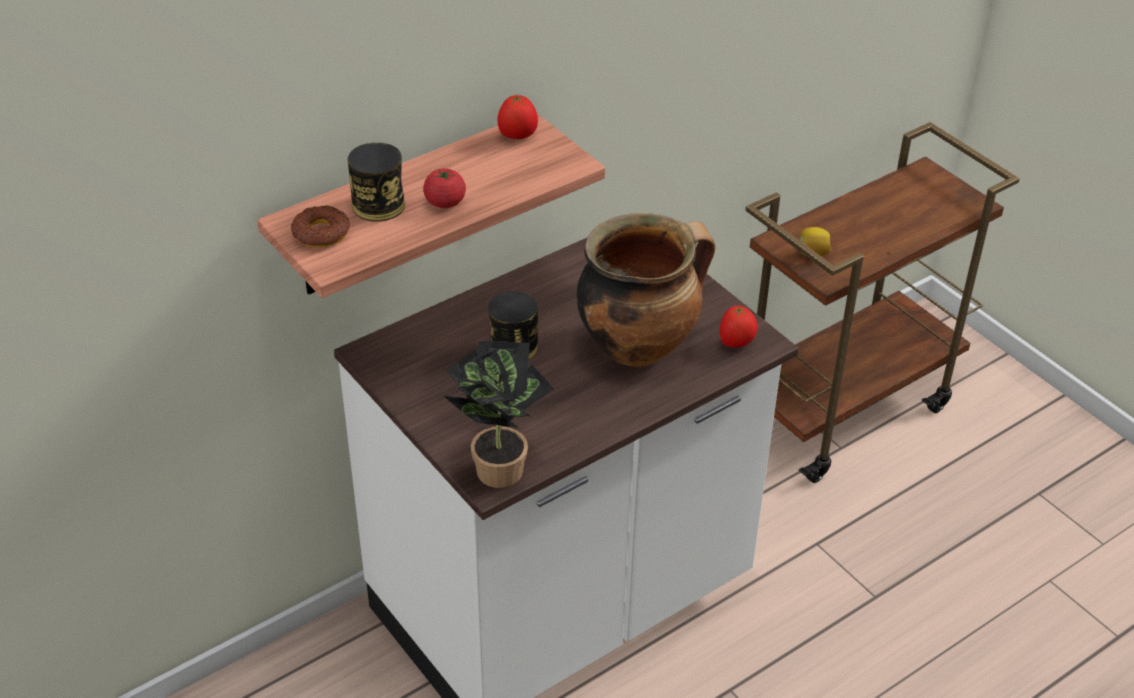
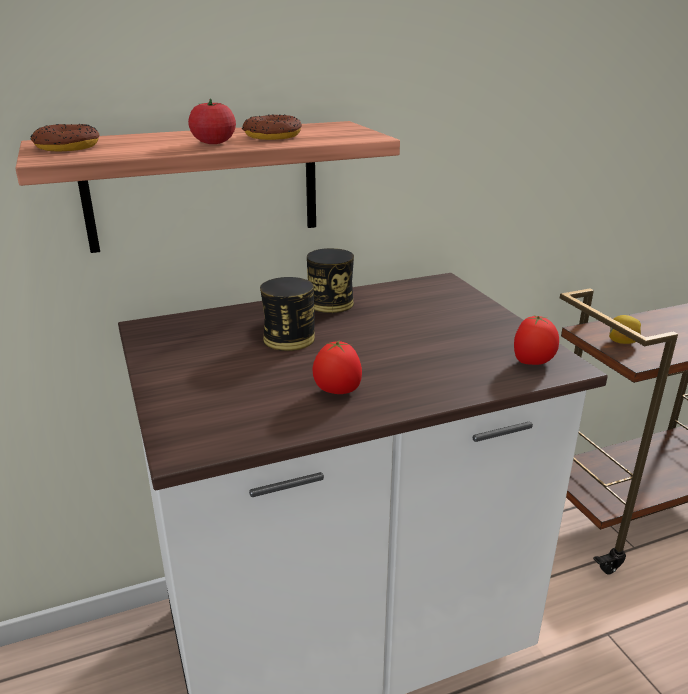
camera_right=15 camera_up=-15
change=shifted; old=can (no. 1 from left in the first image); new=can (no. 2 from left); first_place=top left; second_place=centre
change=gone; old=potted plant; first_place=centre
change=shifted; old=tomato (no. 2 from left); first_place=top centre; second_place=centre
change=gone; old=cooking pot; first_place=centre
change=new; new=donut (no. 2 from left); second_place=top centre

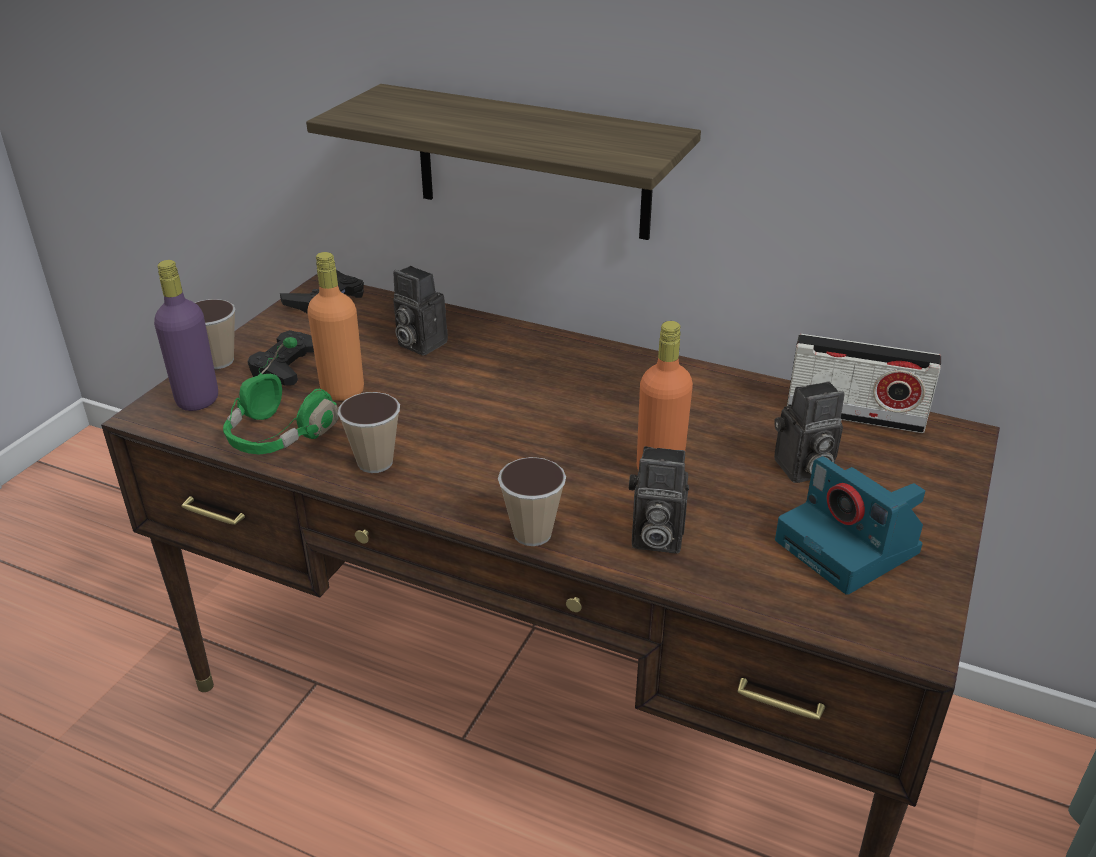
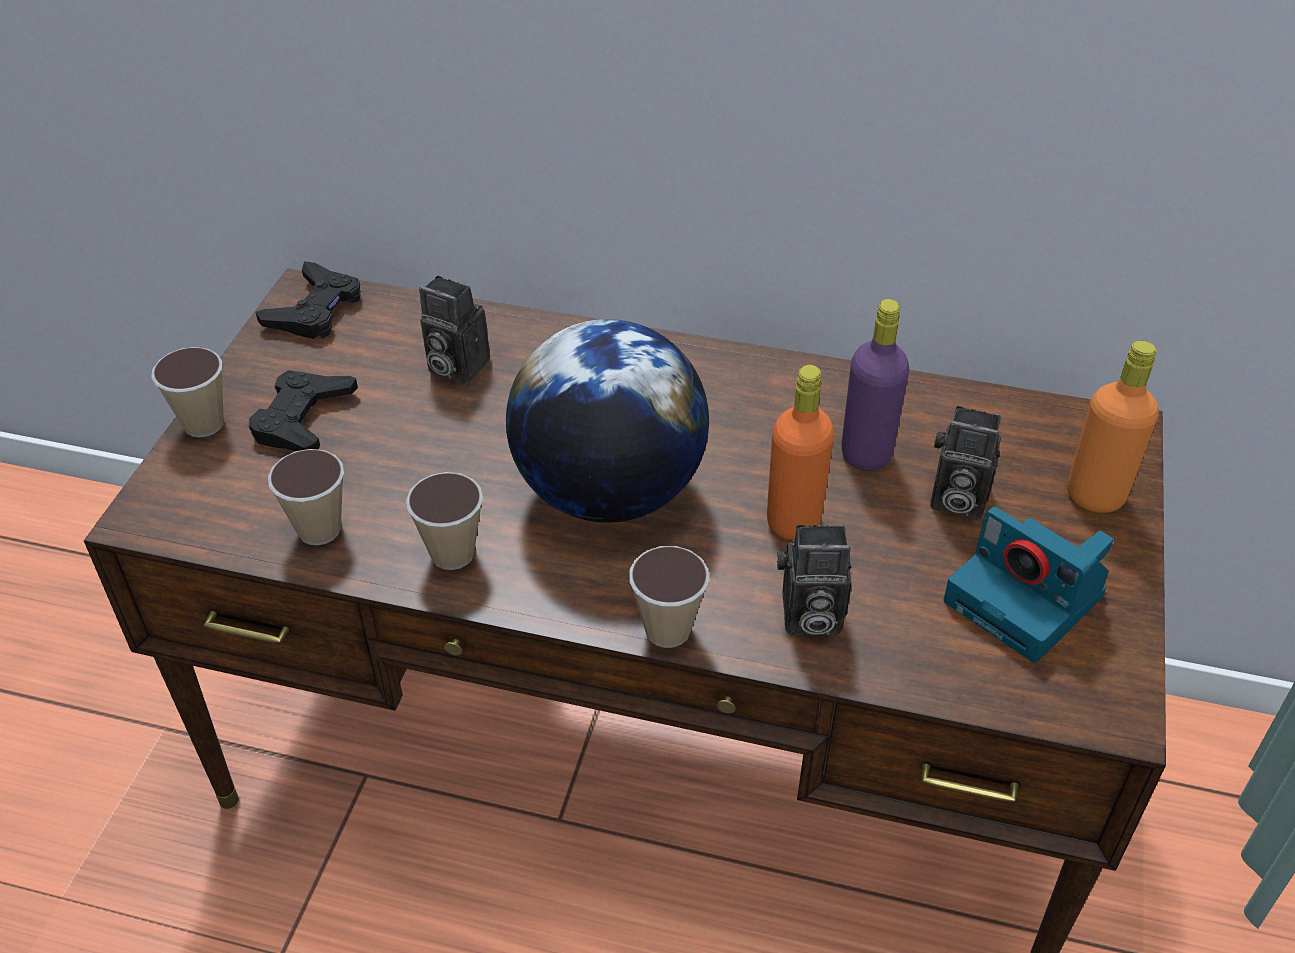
camera_right=-10 camera_up=10
change=shifted; old=purple bottle; first_place=middle left; second_place=middle right
change=swapped; old=green headphones; new=cup (no. 2 from left); first_place=middle left; second_place=middle left
change=gone; old=shelf; first_place=top centre
change=shifted; old=orange bottle (no. 1 from left in the first image); new=orange bottle (no. 2 from left); first_place=middle left; second_place=middle right
change=rotated; old=photo camera (no. 3 from left); first_place=middle right; second_place=middle right; degrees=45
change=gone; old=radio; first_place=middle right
change=new; new=globe; second_place=centre

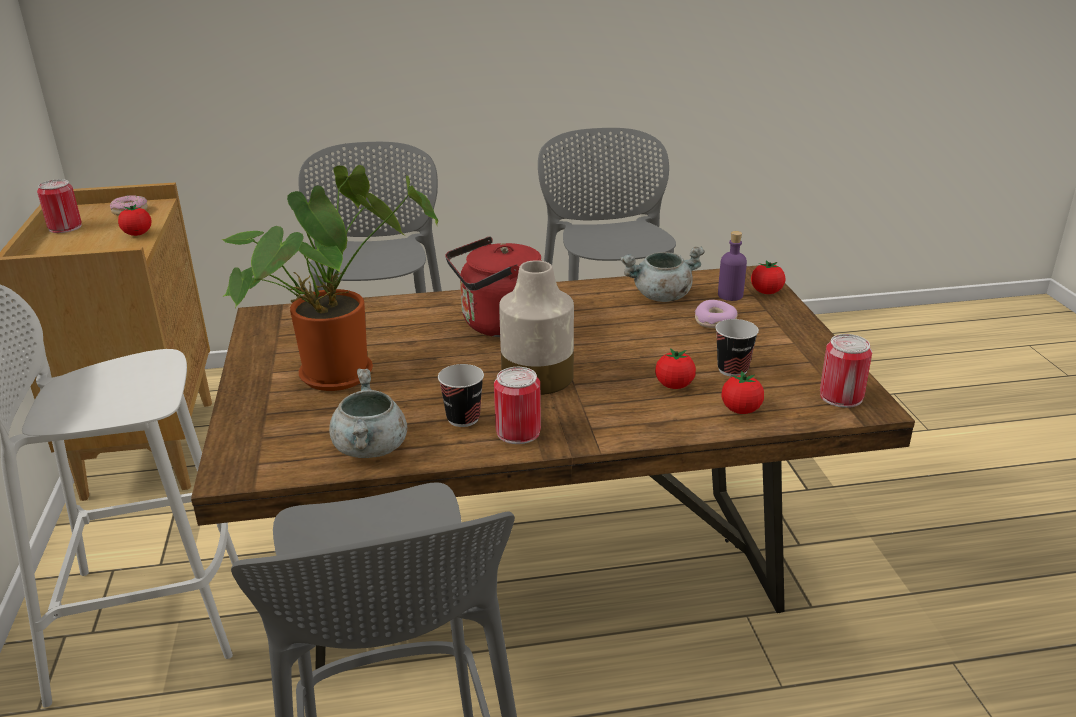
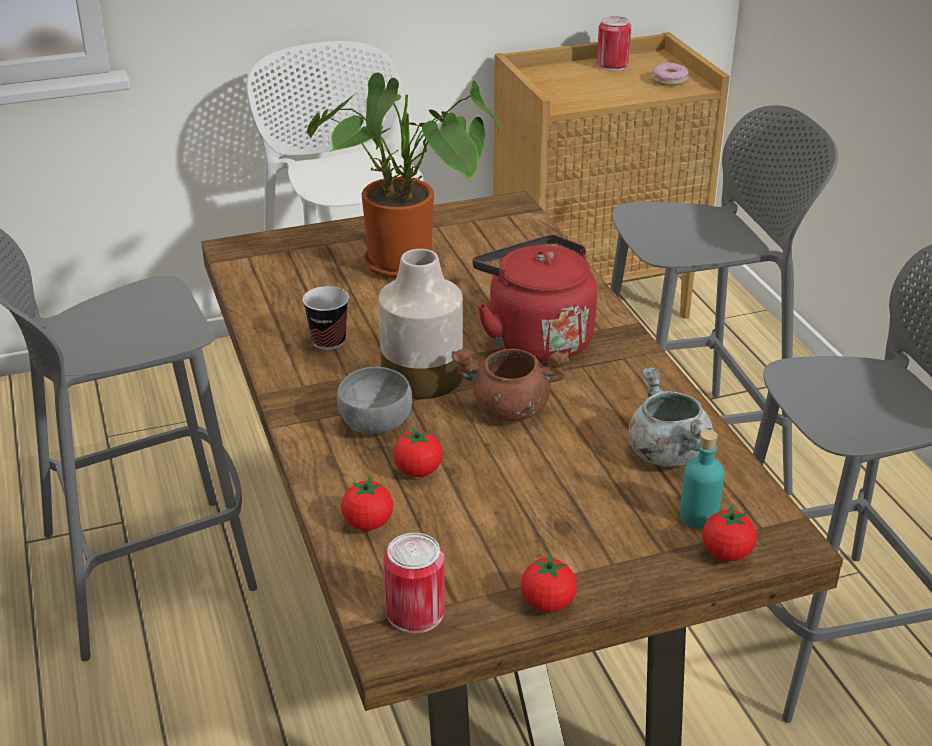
camera_right=80 camera_up=5
change=shifted; old=tomato (no. 1 from left in the first image); new=tomato (no. 3 from left); first_place=top left; second_place=bottom centre
change=gone; old=grey cooking pot (no. 1 from left); first_place=centre
change=gone; old=can (no. 2 from left); first_place=centre
change=gone; old=donut (no. 2 from left); first_place=centre
change=gone; old=cup (no. 2 from left); first_place=middle right
change=repainted; old=purple bottle; new=turquoise bottle; first_place=middle right; second_place=middle right
change=new; new=grey bowl; second_place=centre
change=new; new=brown cooking pot; second_place=centre

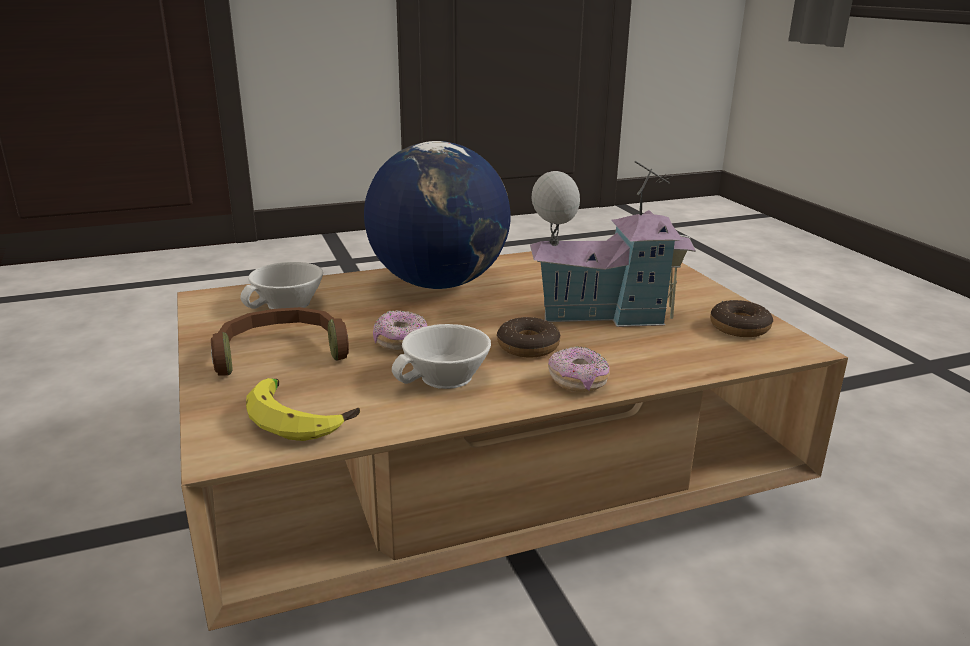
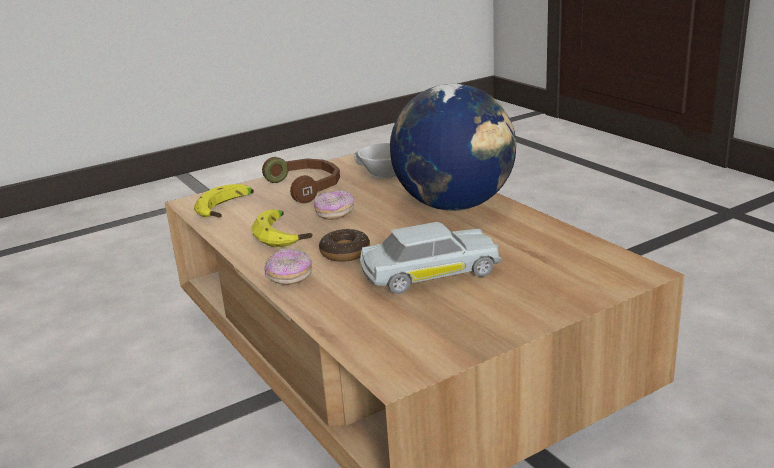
camera_right=80 camera_up=0
change=swapped; old=white cup (no. 2 from left); new=banana (no. 2 from left); first_place=centre; second_place=centre
change=swapped; old=toy house; new=white toy car; first_place=centre; second_place=centre
change=gone; old=donut (no. 4 from left); first_place=middle right

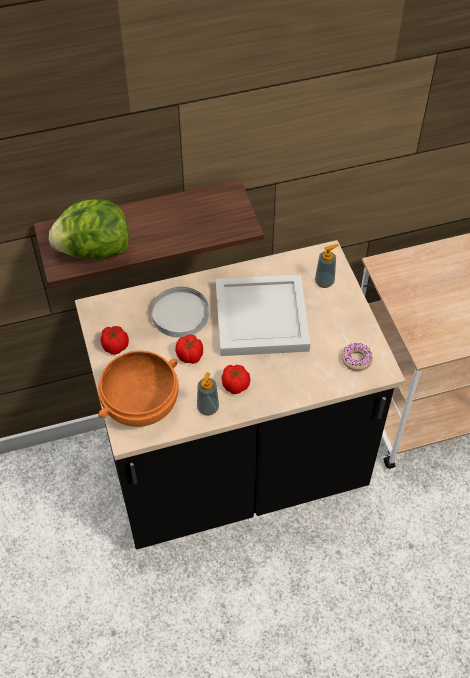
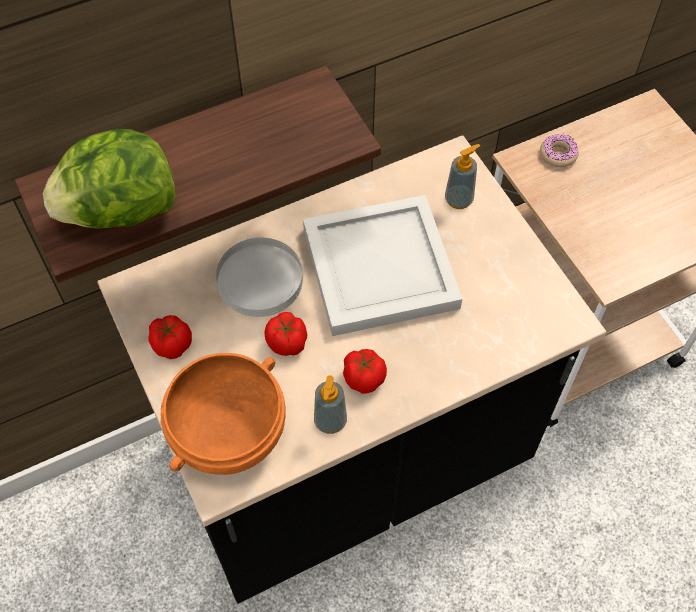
camera_right=-10 camera_up=5
change=shifted; old=donut; first_place=middle right; second_place=top right

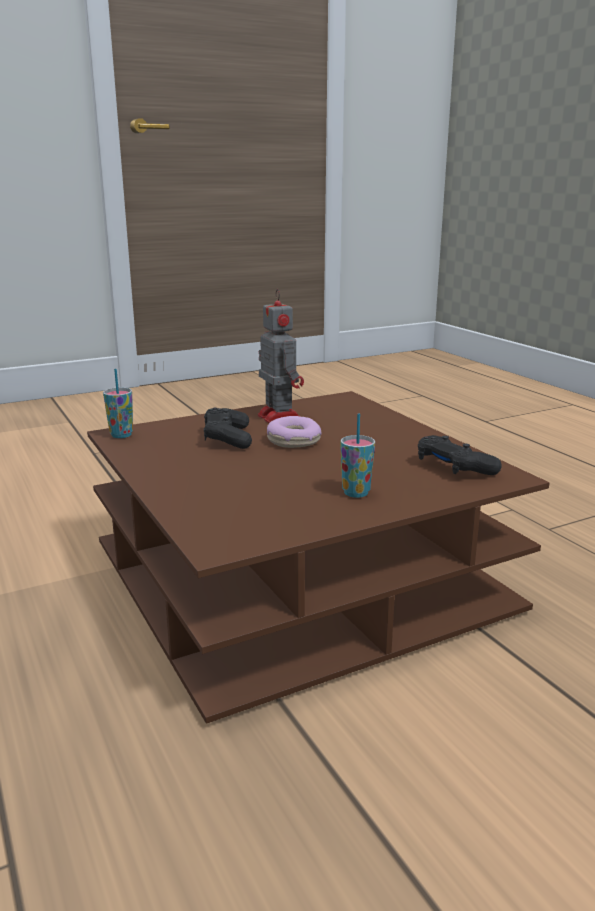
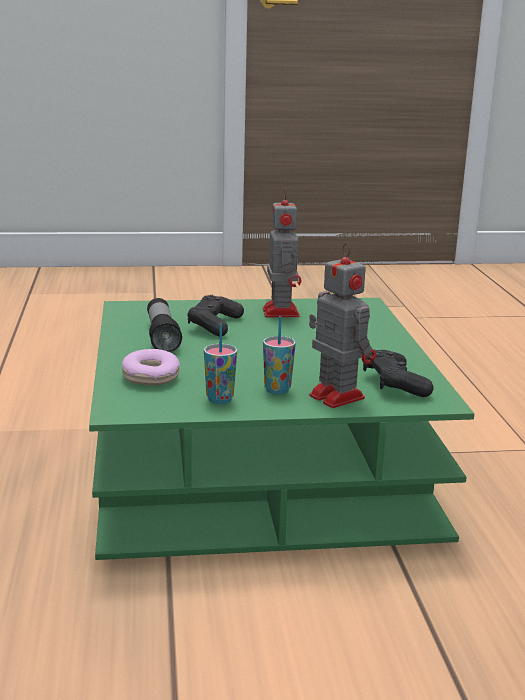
camera_right=20 camera_up=0
change=repainted; old=brown coffee table; new=green coffee table; first_place=centre; second_place=centre
change=shifted; old=cup (no. 1 from left); first_place=middle left; second_place=centre
change=shifted; old=donut; first_place=centre; second_place=middle left
change=new; new=flashlight; second_place=middle left
change=new; new=toy robot (no. 2 from left); second_place=centre

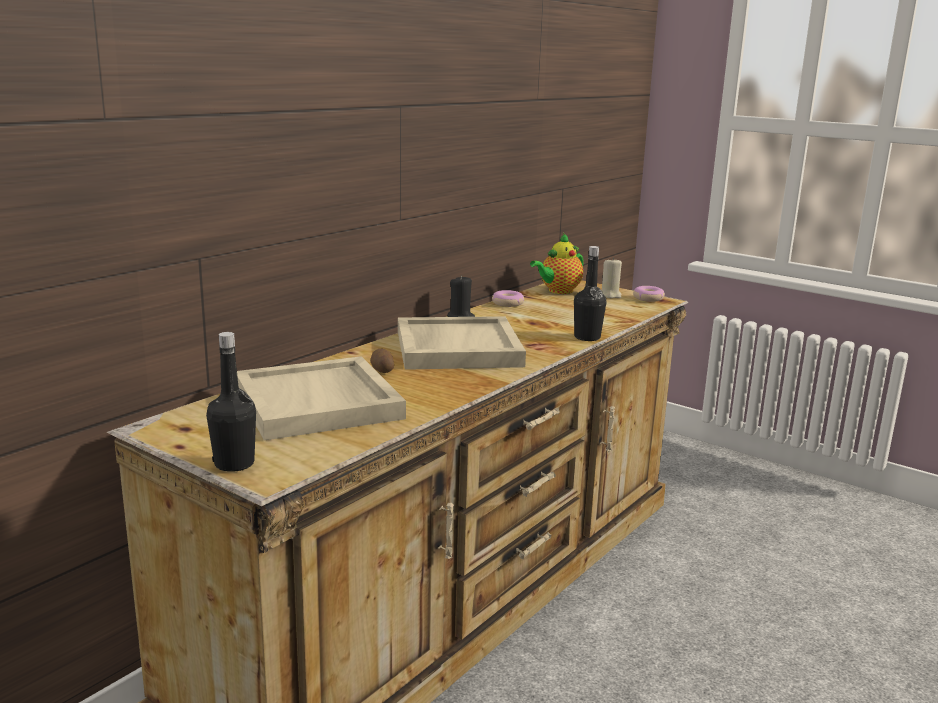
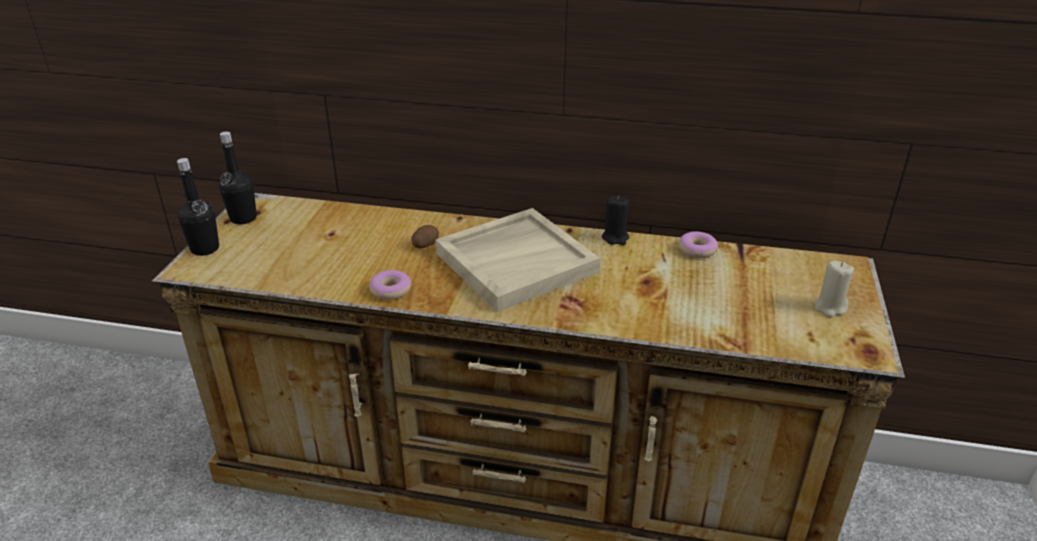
camera_right=65 camera_up=15
change=gone; old=beige tray (no. 1 from left); first_place=centre
change=gone; old=teapot; first_place=centre
change=shifted; old=black bottle (no. 2 from left); first_place=centre; second_place=top left
change=shifted; old=donut (no. 2 from left in the first image); new=donut (no. 1 from left); first_place=middle right; second_place=centre

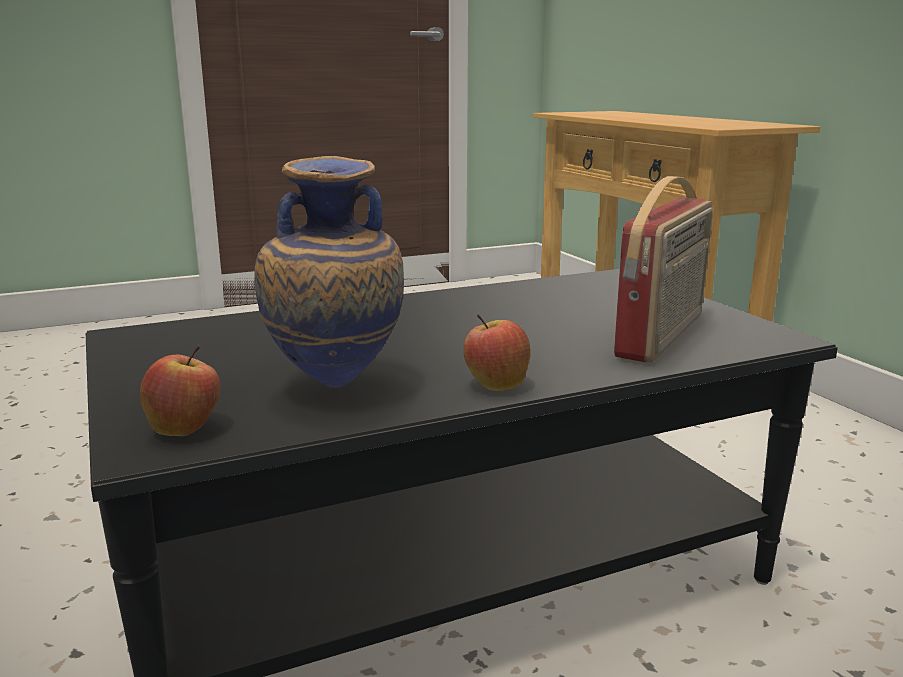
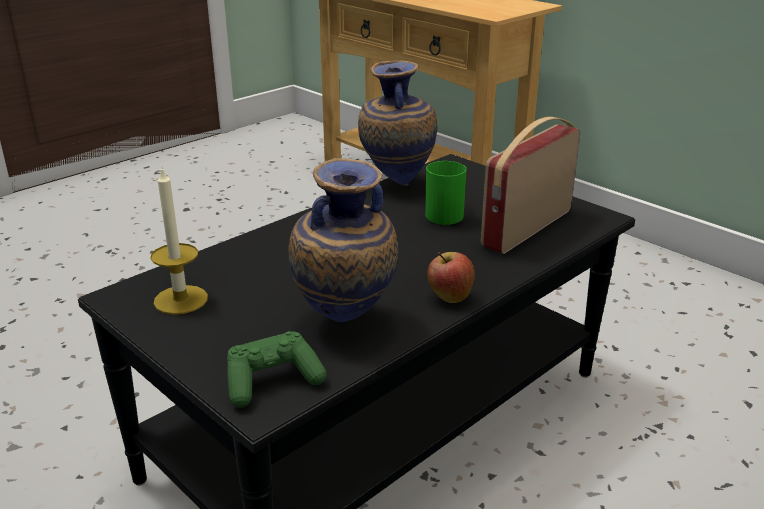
camera_right=-20 camera_up=10
change=swapped; old=apple (no. 1 from left); new=green game controller; first_place=middle left; second_place=bottom centre
change=rotated; old=radio; first_place=middle right; second_place=middle right; degrees=-150
change=new; new=candle; second_place=middle left
change=new; new=vase (no. 2 from left); second_place=top centre
change=new; new=green mug; second_place=centre

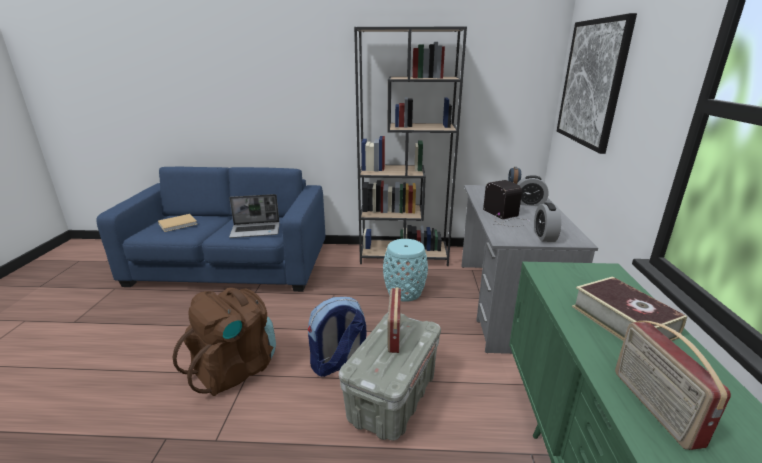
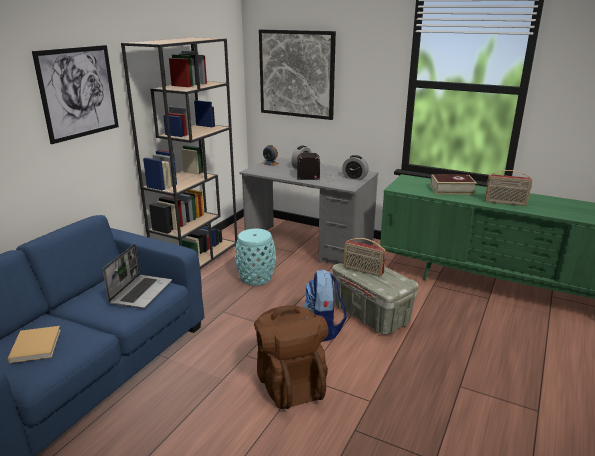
camera_right=-65 camera_up=0
change=new; new=picture (no. 1 from left); second_place=top left

